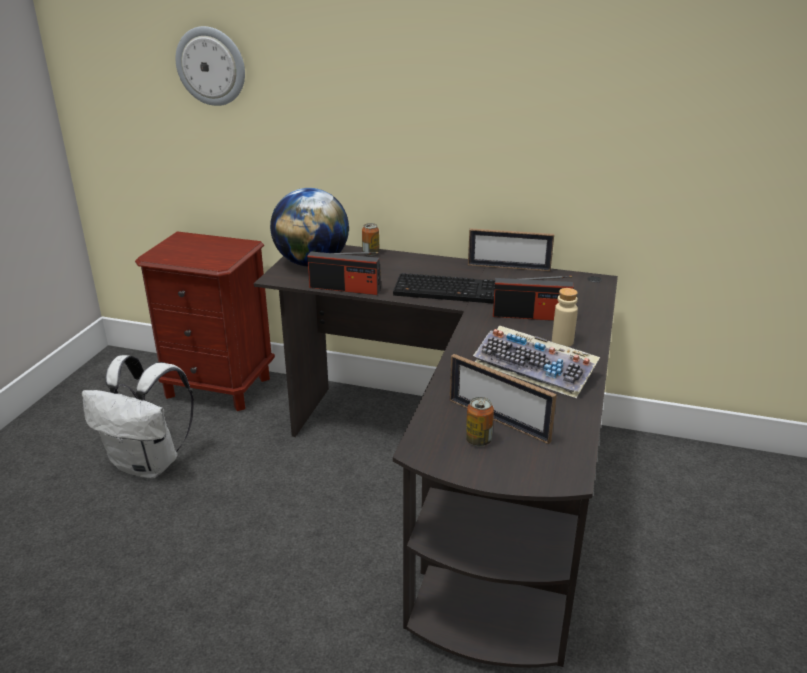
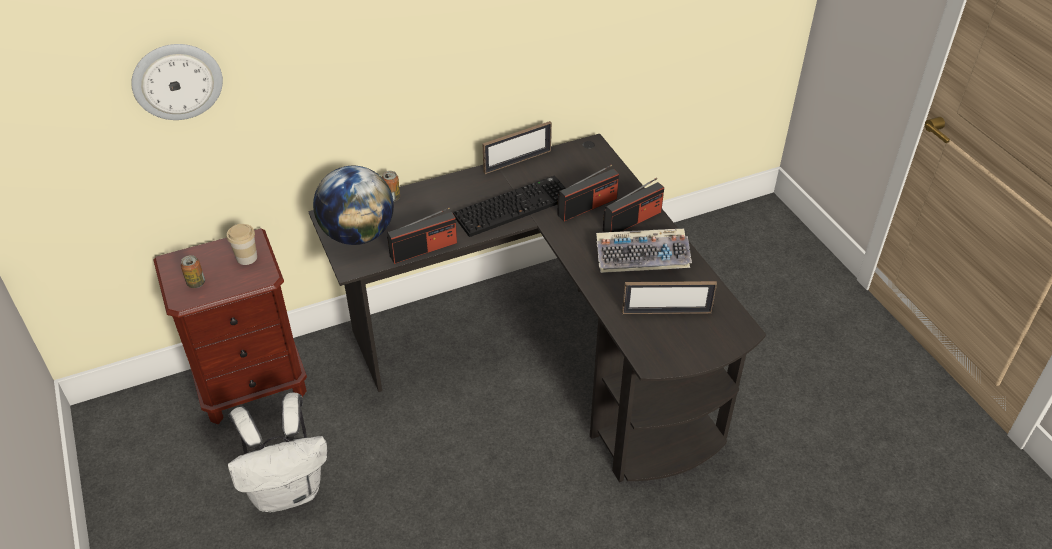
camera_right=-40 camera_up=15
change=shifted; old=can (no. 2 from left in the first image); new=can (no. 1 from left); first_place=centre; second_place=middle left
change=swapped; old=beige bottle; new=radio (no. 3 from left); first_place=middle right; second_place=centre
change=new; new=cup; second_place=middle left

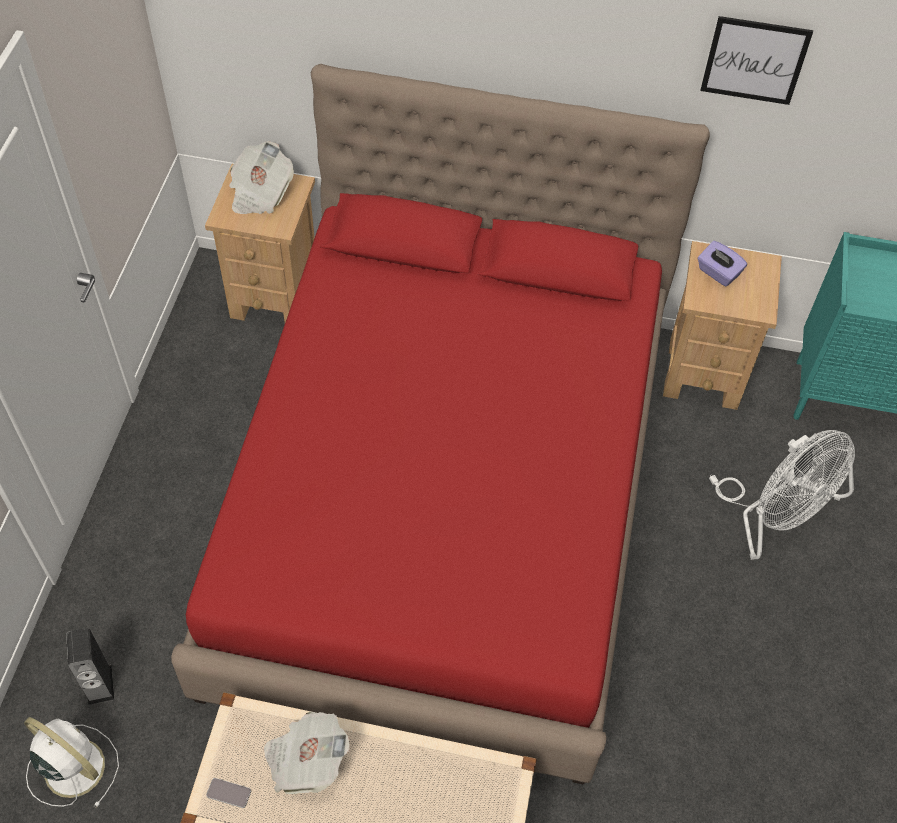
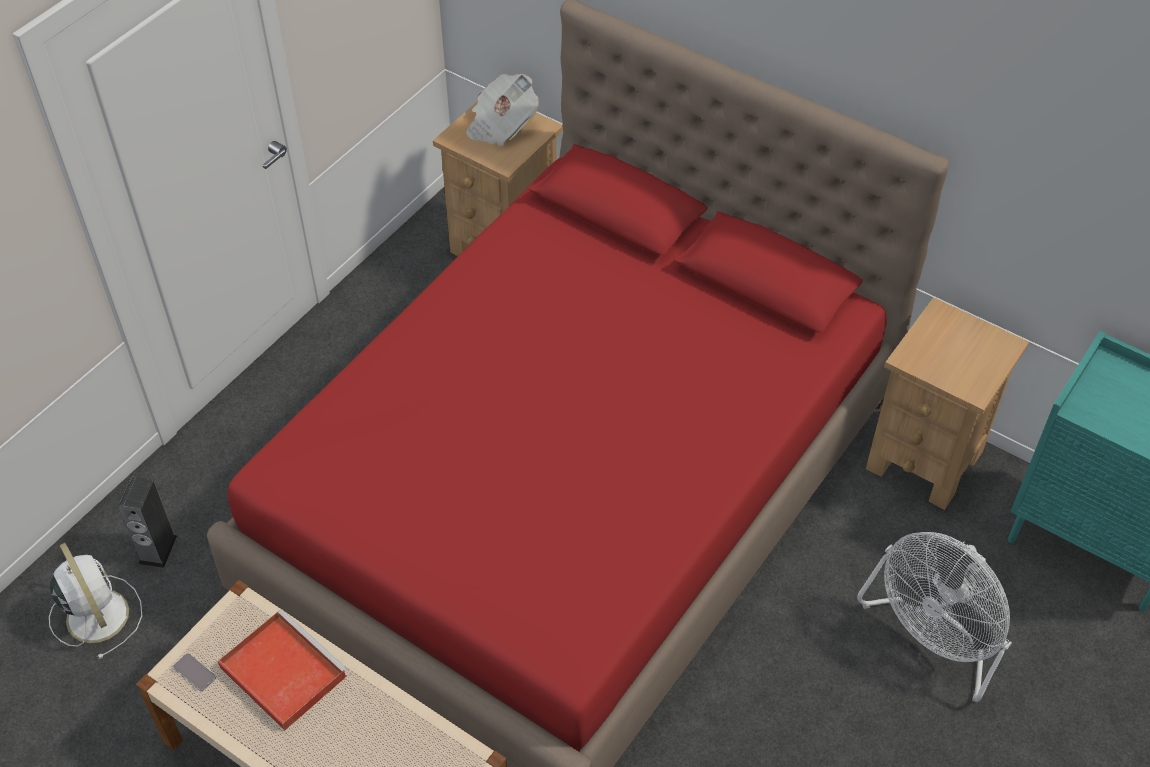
camera_right=25 camera_up=-5
change=swapped; old=newspaper (no. 2 from left); new=red tray; first_place=bottom centre; second_place=bottom left
change=gone; old=purple tissue box; first_place=top right
change=gone; old=picture; first_place=top right
change=rotated; old=white fan (no. 2 from left); first_place=middle right; second_place=bottom right; degrees=60

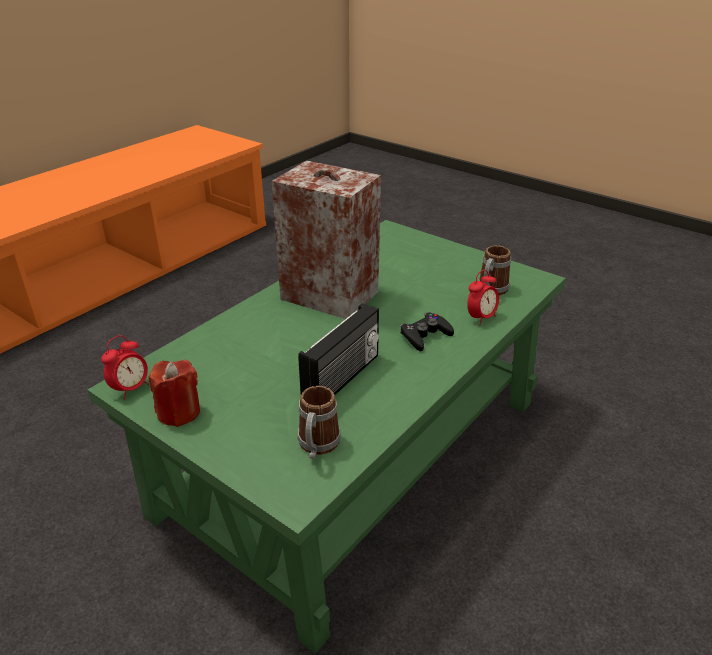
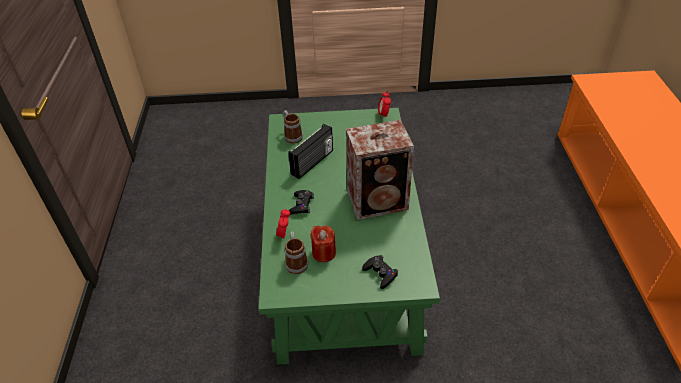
camera_right=140 camera_up=10
change=shifted; old=red candle; first_place=middle left; second_place=centre
change=rotated; old=radio; first_place=centre; second_place=centre; degrees=-135
change=new; new=black game controller (no. 2 from left); second_place=bottom centre

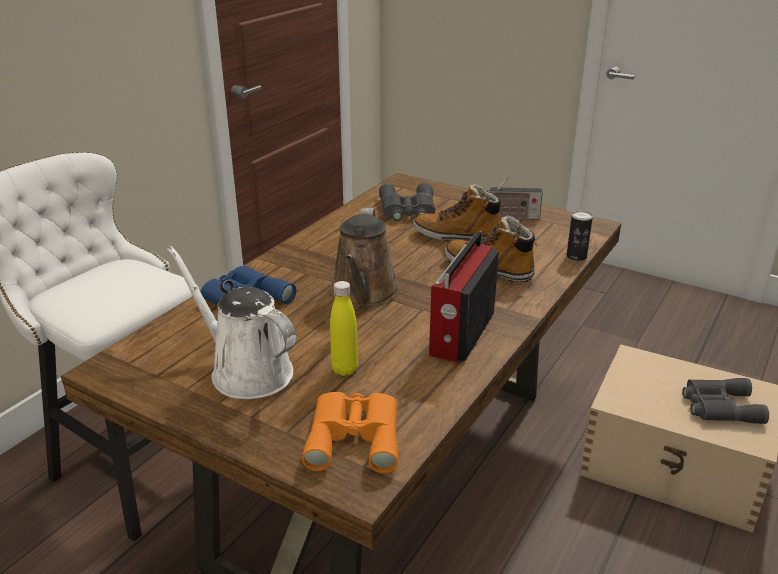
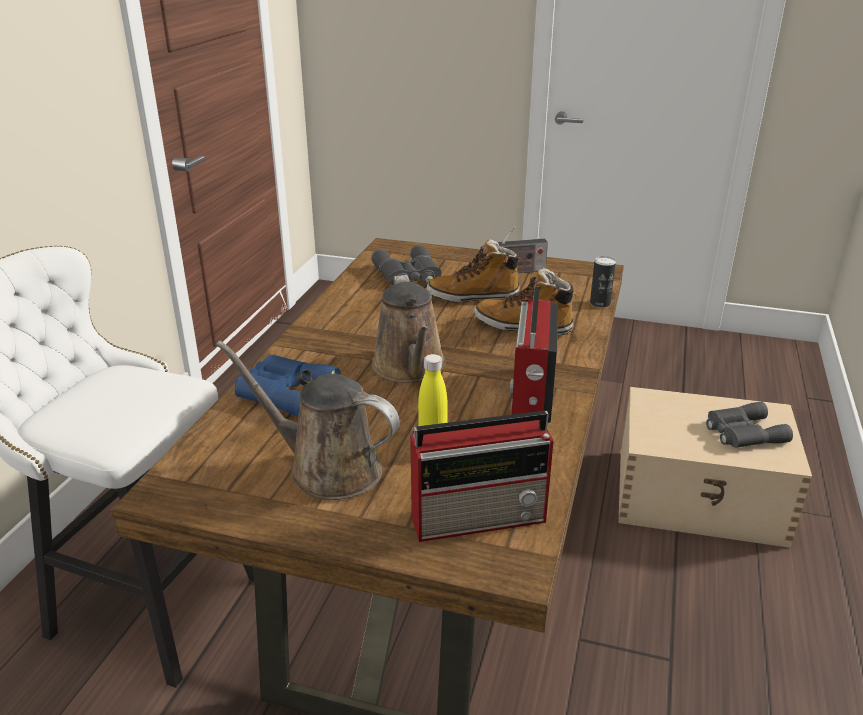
camera_right=-15 camera_up=0
change=repainted; old=white watering can; new=brown watering can (no. 1 from left); first_place=middle left; second_place=centre
change=swapped; old=orange binoculars; new=radio (no. 1 from left); first_place=bottom centre; second_place=centre

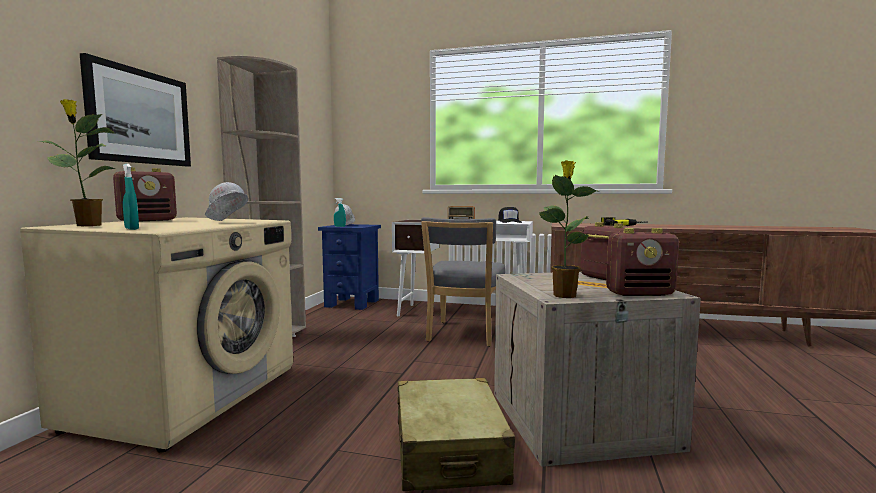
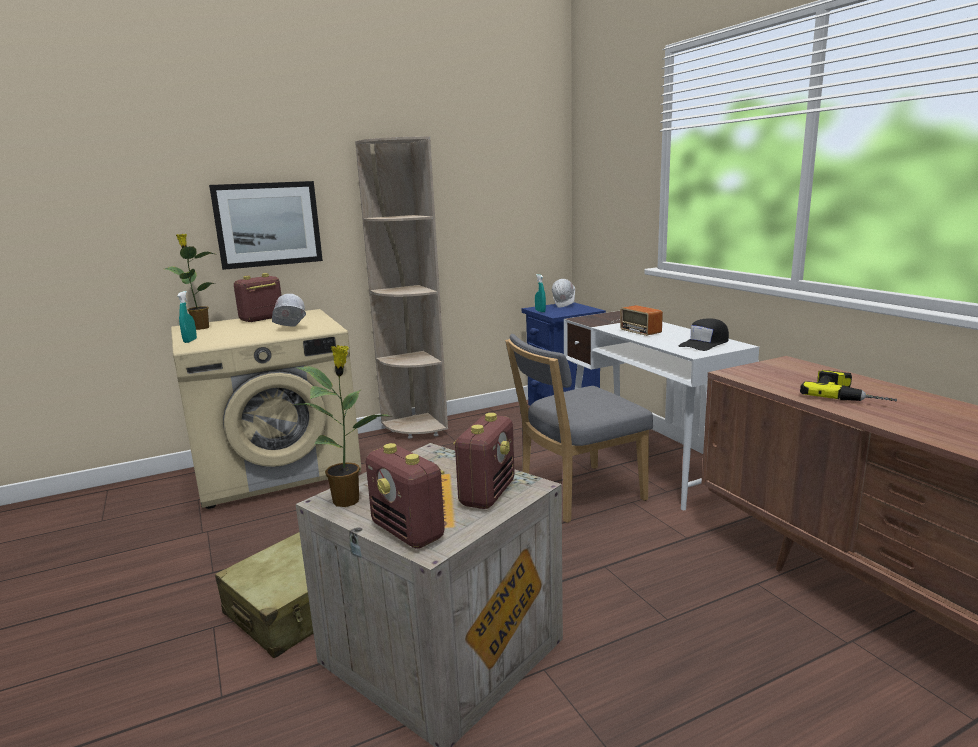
camera_right=50 camera_up=10
change=rotated; old=radio (no. 1 from left); first_place=middle left; second_place=middle left; degrees=135

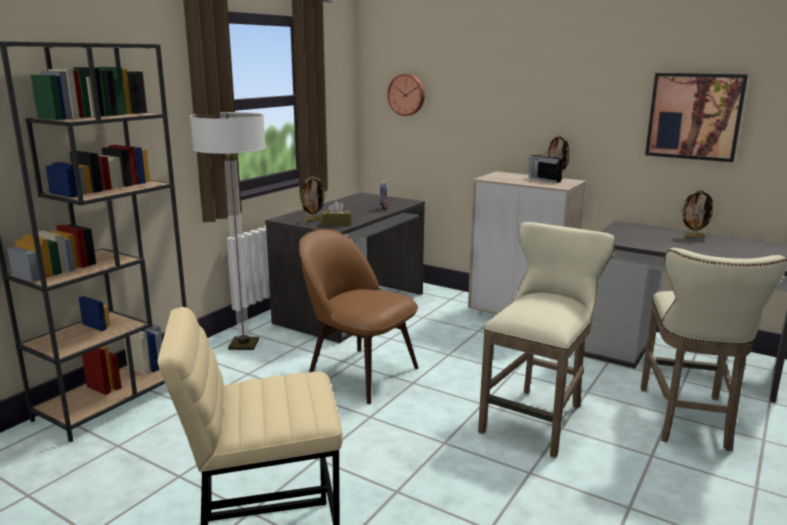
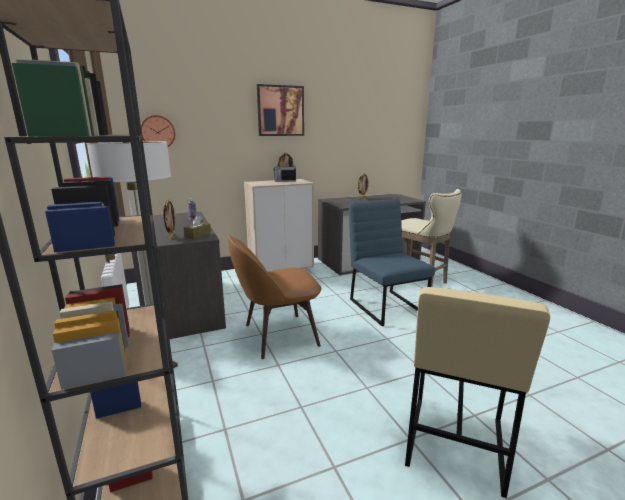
camera_right=-55 camera_up=0
change=swapped; old=beige stool (no. 1 from left); new=blue chair; first_place=middle right; second_place=centre
change=shifted; old=picture; first_place=top right; second_place=top centre

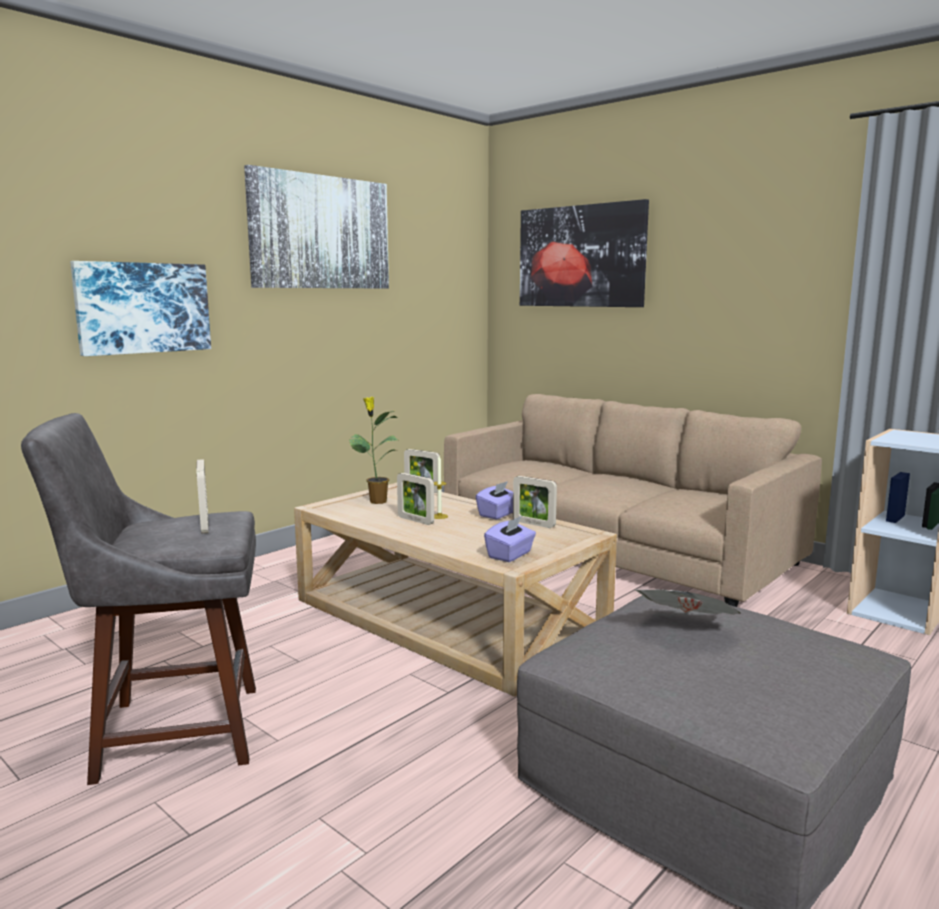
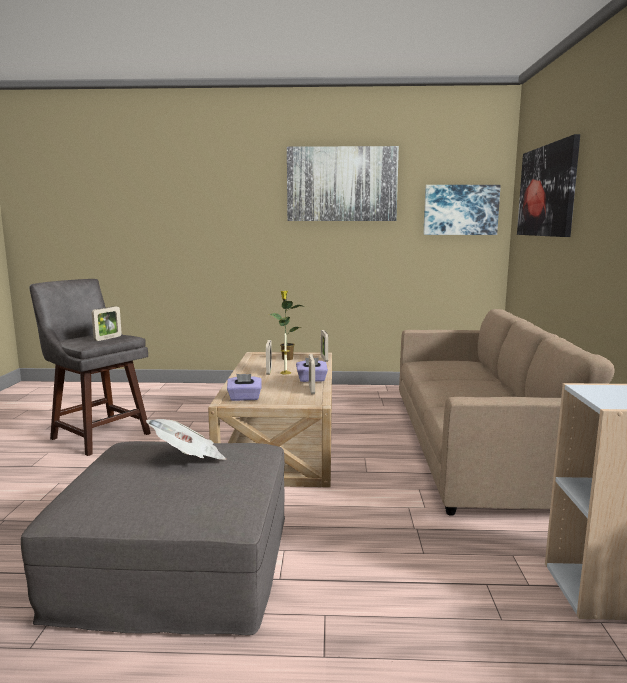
camera_right=50 camera_up=0
change=shifted; old=picture (no. 1 from left in the first image); new=picture (no. 2 from left); first_place=middle left; second_place=top right

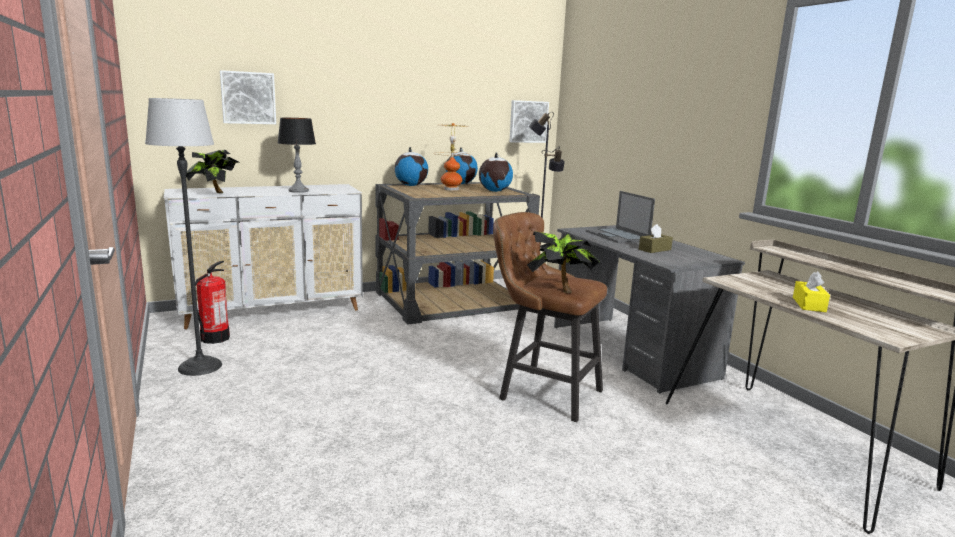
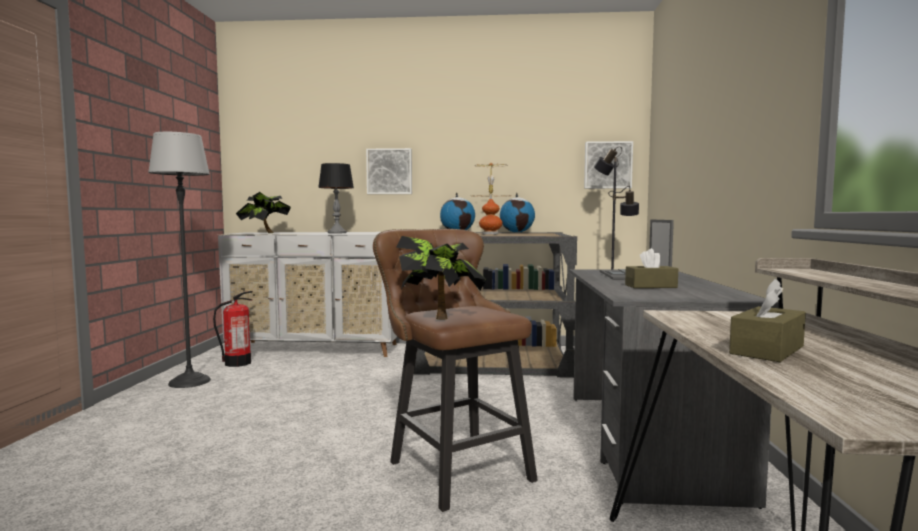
camera_right=30 camera_up=-10
change=shifted; old=picture (no. 1 from left); first_place=top left; second_place=top centre
change=gone; old=globe (no. 3 from left); first_place=top centre
change=repainted; old=yellow tissue box; new=brown tissue box (no. 2 from left); first_place=middle right; second_place=middle right

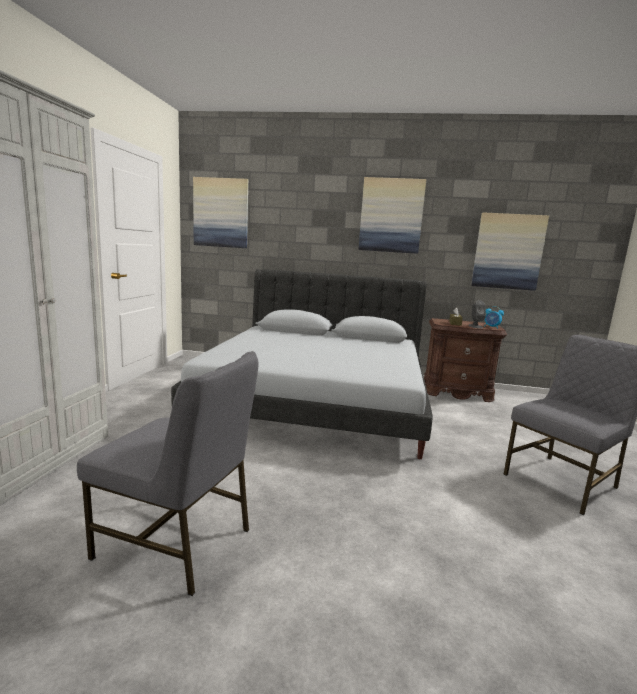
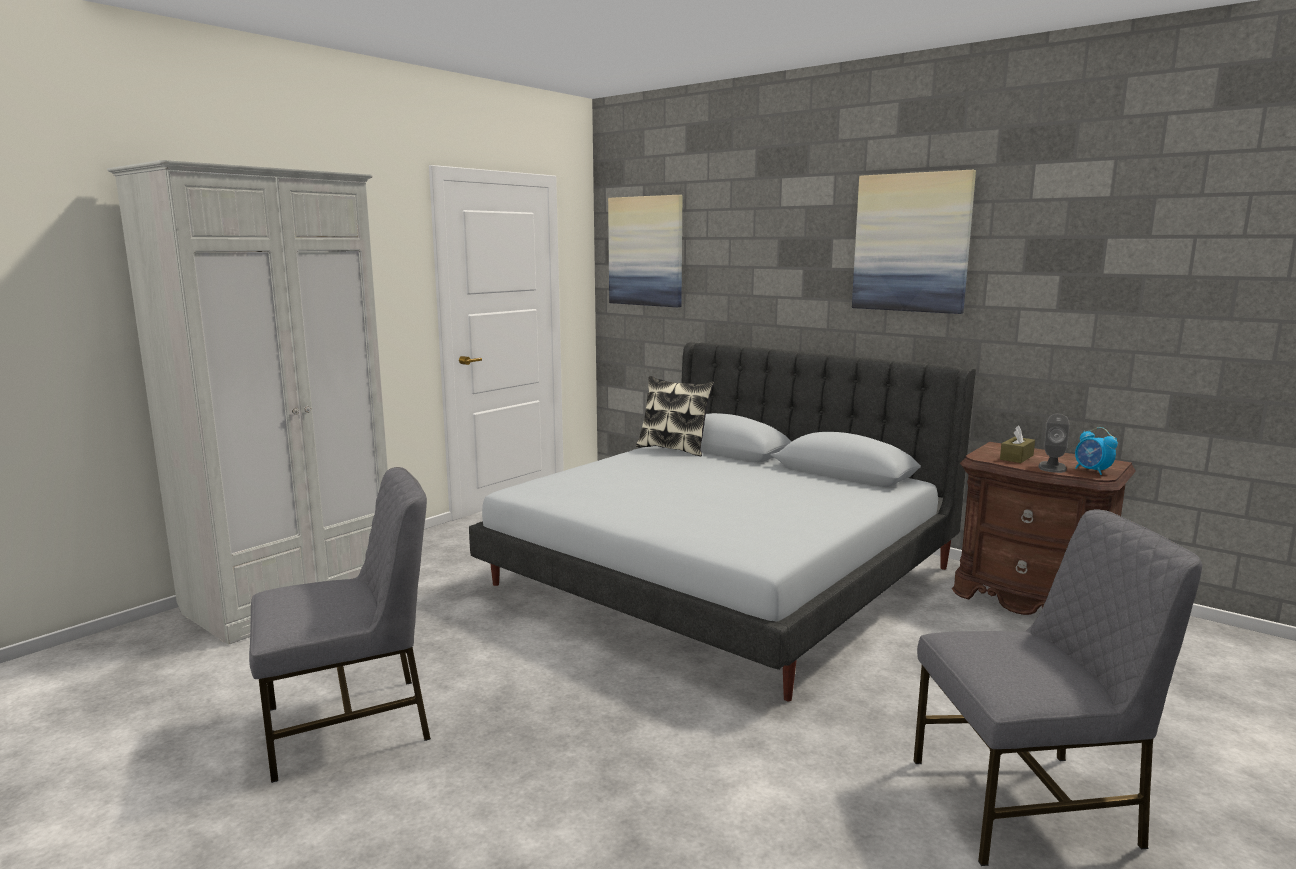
camera_right=30 camera_up=0
change=rotated; old=grey chair (no. 1 from left); first_place=bottom left; second_place=bottom left; degrees=-75
change=gone; old=picture (no. 3 from left); first_place=middle right
change=new; new=pillow; second_place=centre

